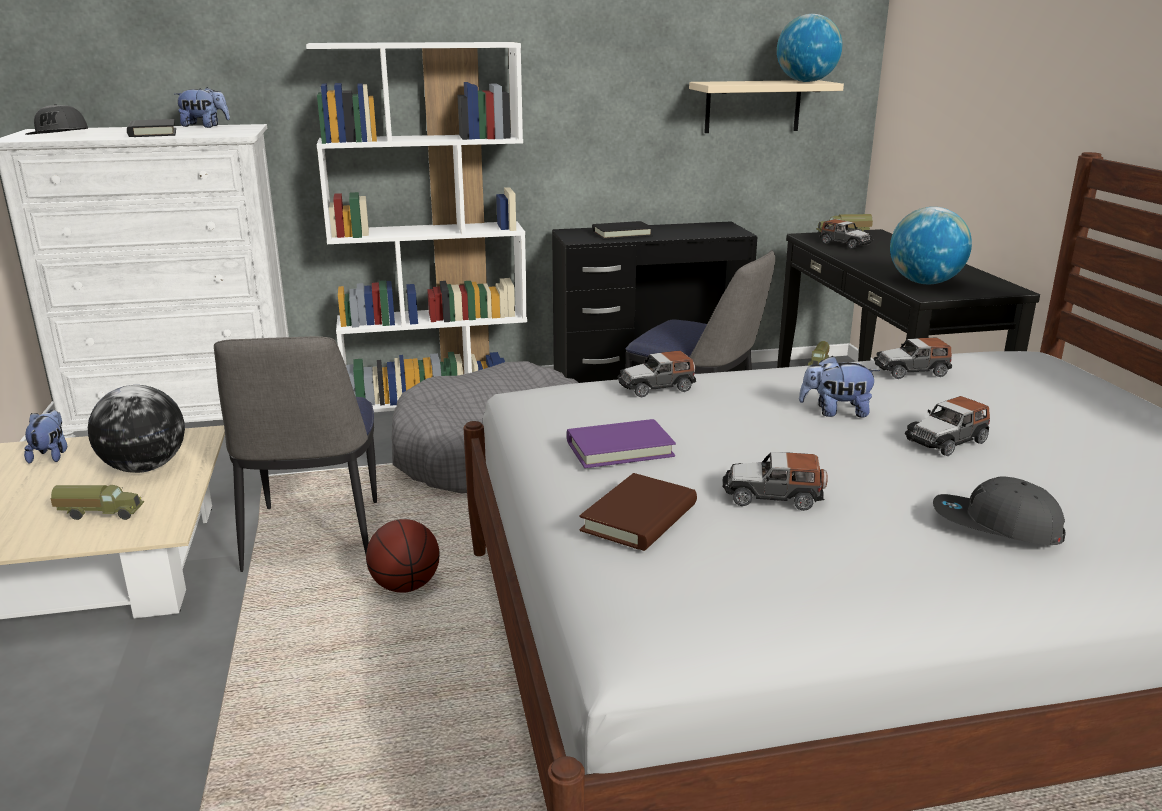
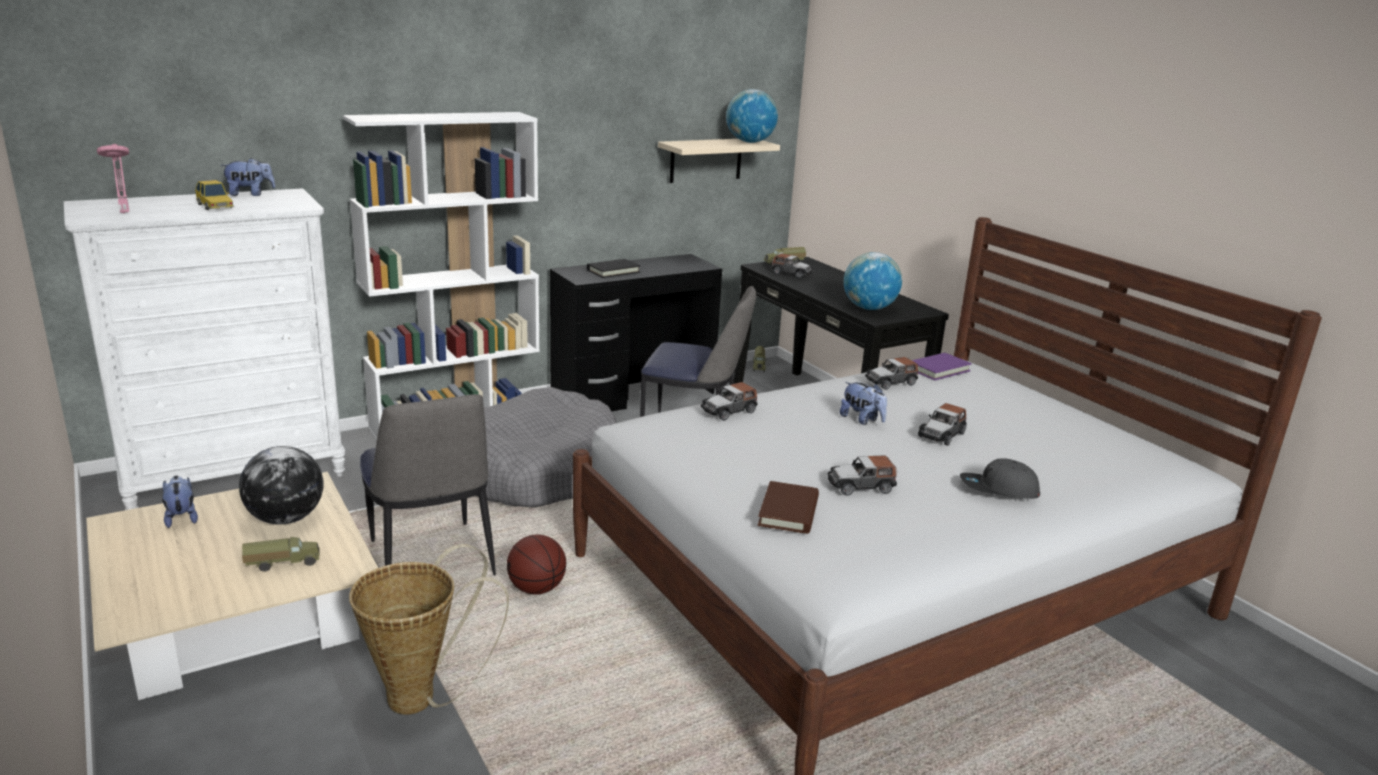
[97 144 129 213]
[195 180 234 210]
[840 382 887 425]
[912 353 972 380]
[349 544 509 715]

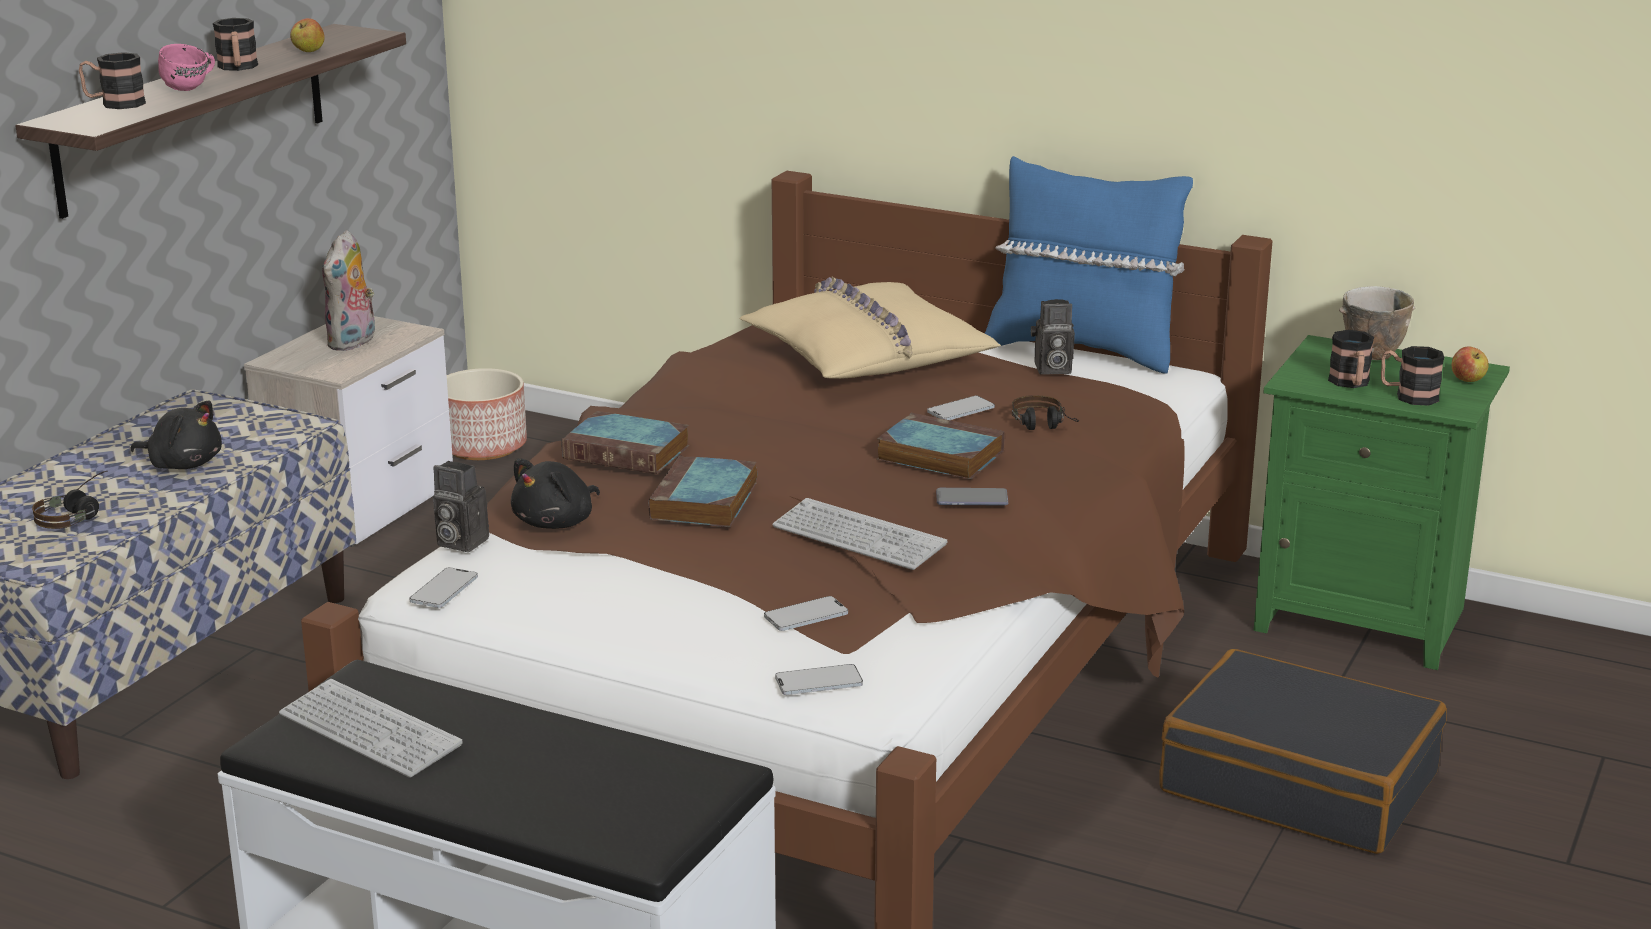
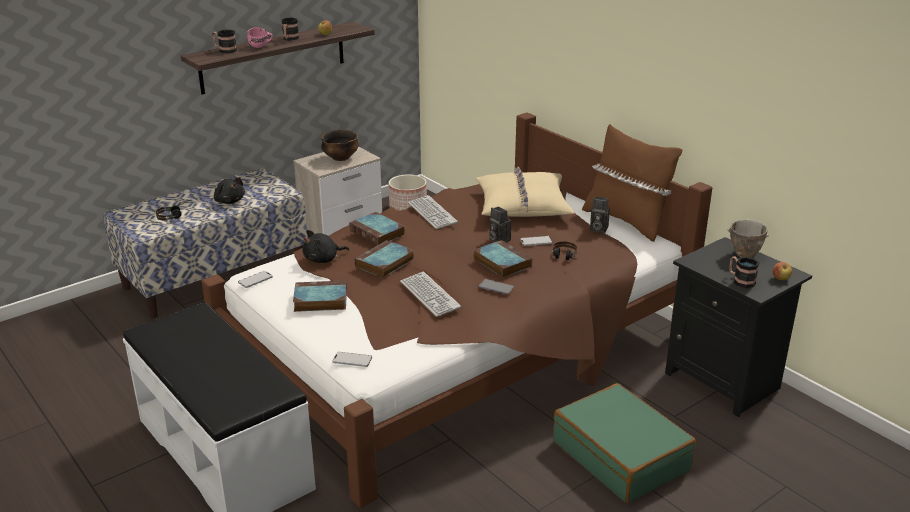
[582 124 682 242]
[321 130 359 161]
[1328 330 1374 388] (first image)
[665 237 812 417]
[489 207 511 242]
[764 596 848 631] (first image)
[553 383 696 503]
[408 195 458 229]
[293 280 347 312]

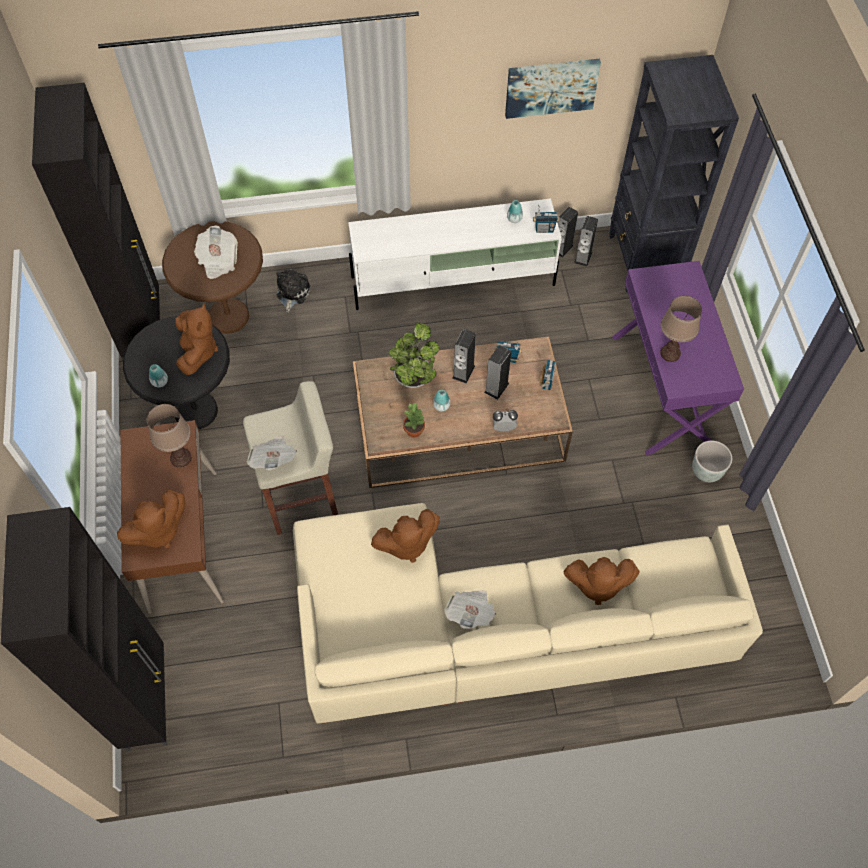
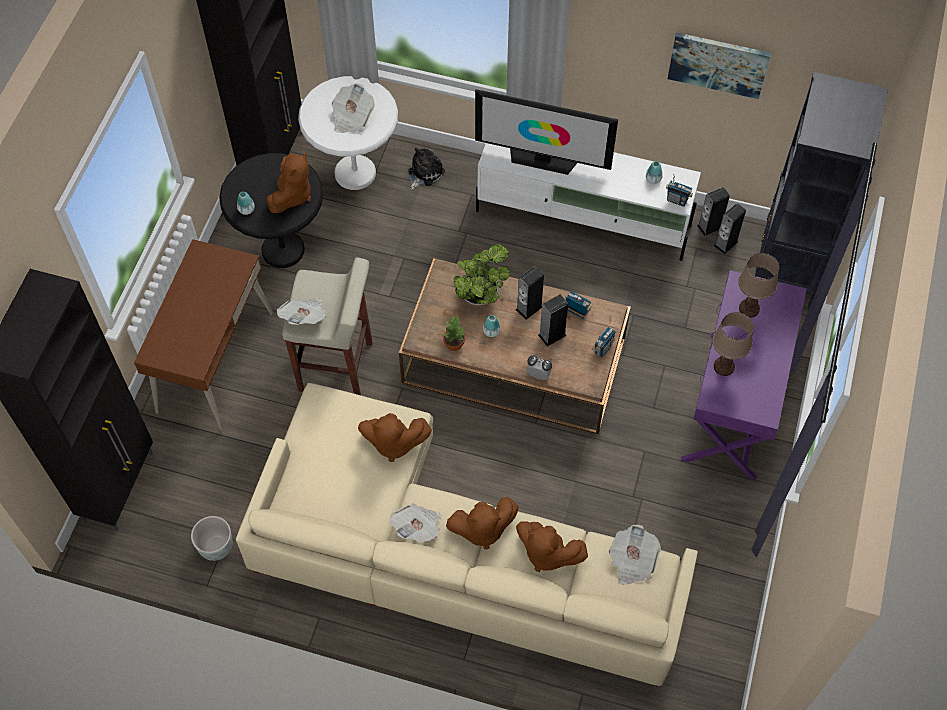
[298 76 398 190]
[738 253 779 318]
[191 516 233 561]
[446 497 519 549]
[475 89 618 175]
[609 525 661 585]

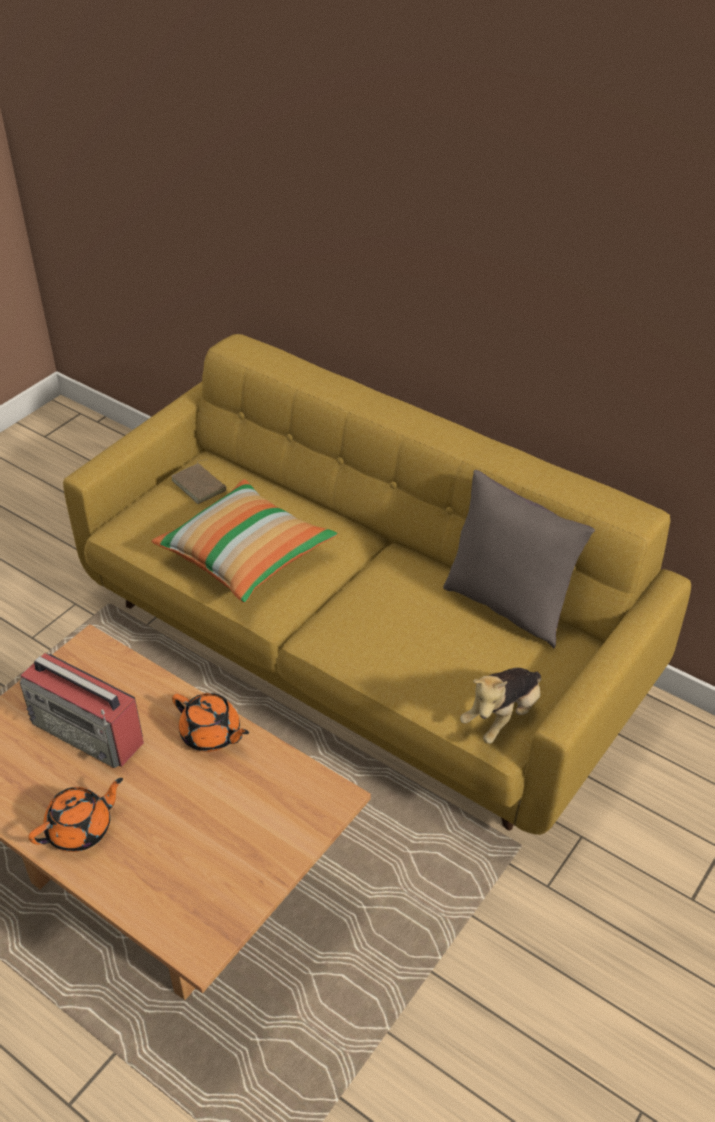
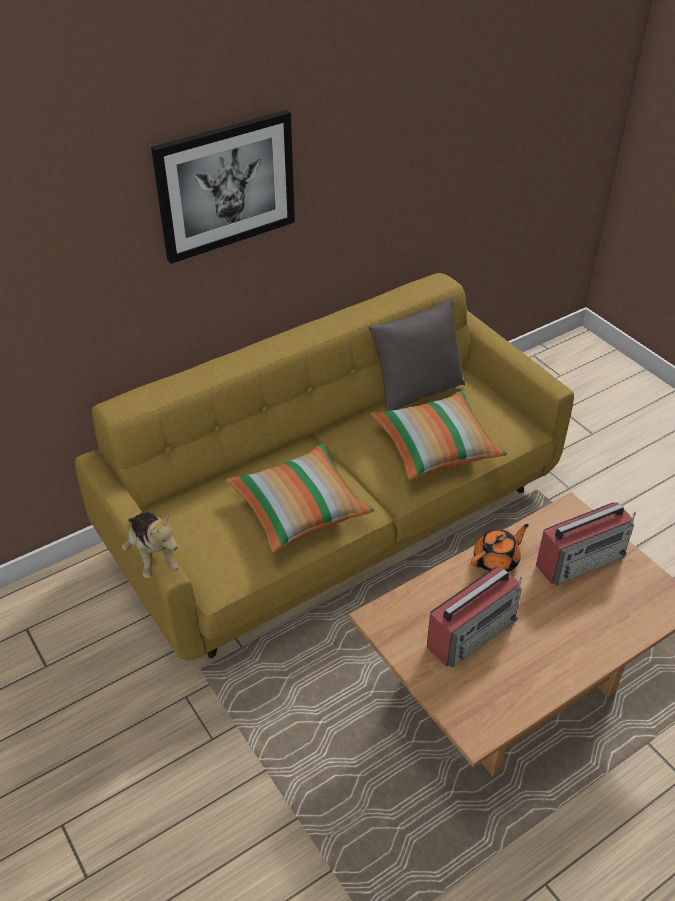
[171 459 227 504] (first image)
[122 512 179 578]
[29 778 123 852] (first image)
[151 110 295 264]
[370 390 507 480]
[536 502 636 585]

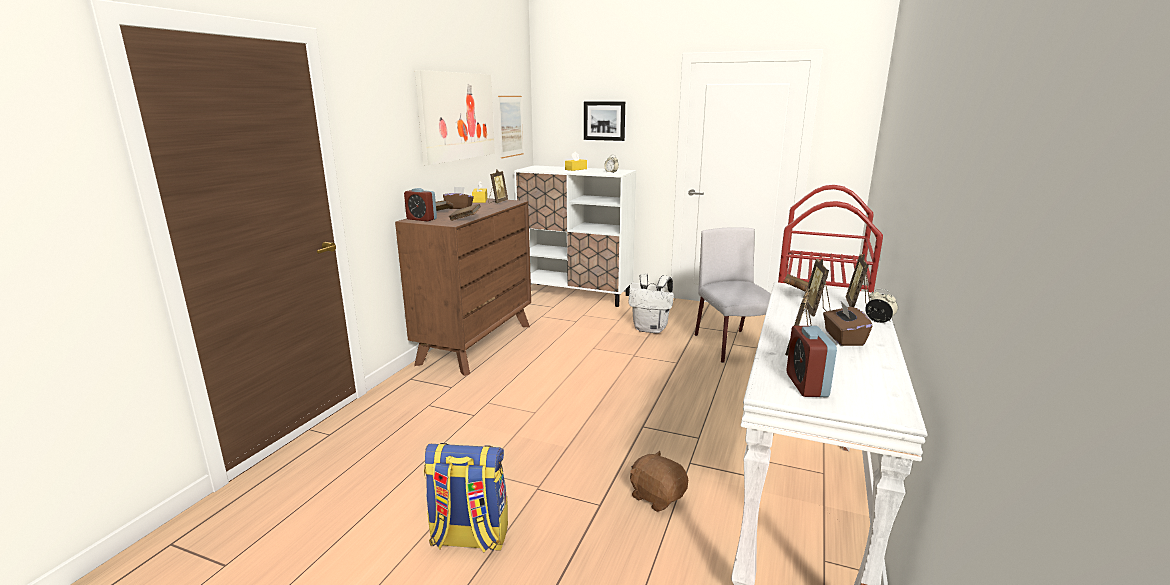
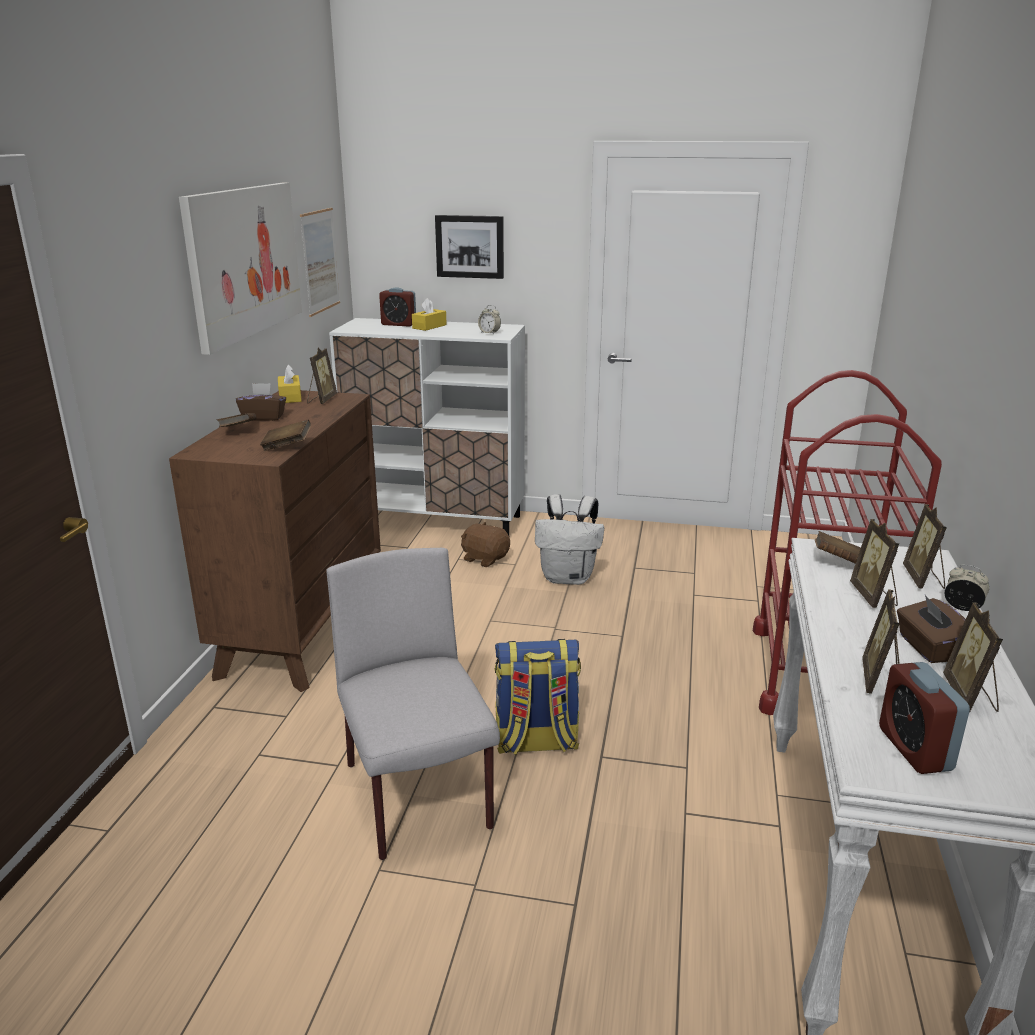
[379 287 416 327]
[326 548 500 860]
[495 639 581 755]
[461 522 510 567]
[943 602 1003 712]

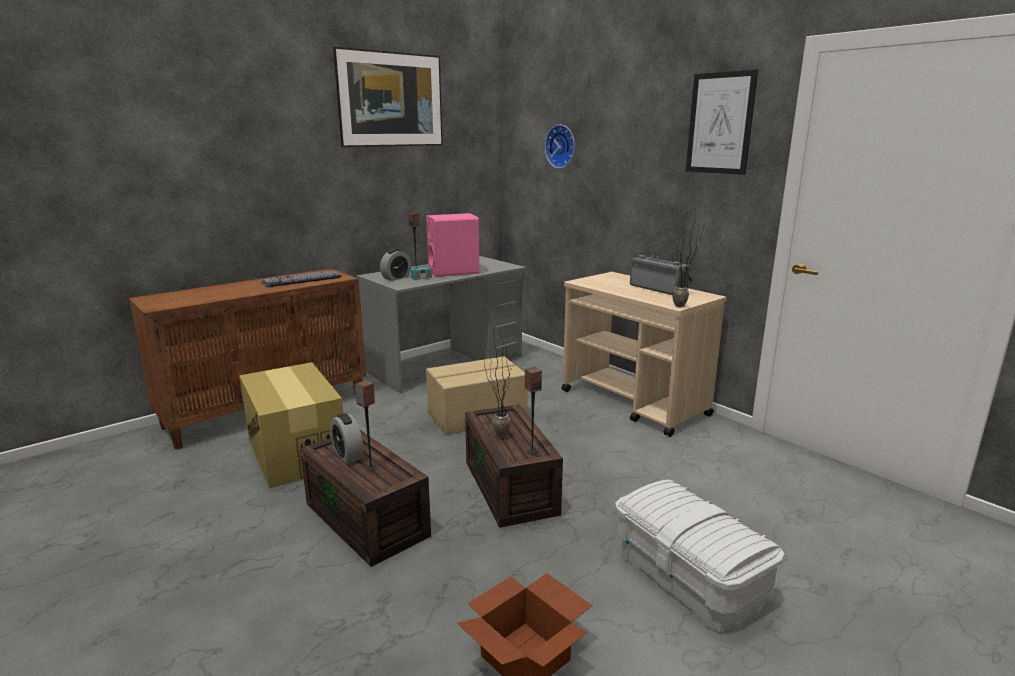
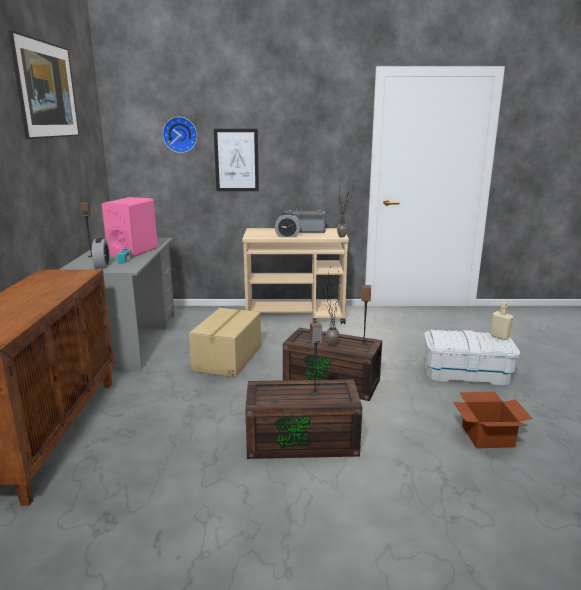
[214 129 259 191]
[261 270 342 287] (first image)
[239 362 343 488] (first image)
[275 213 301 237]
[490 302 513 340]

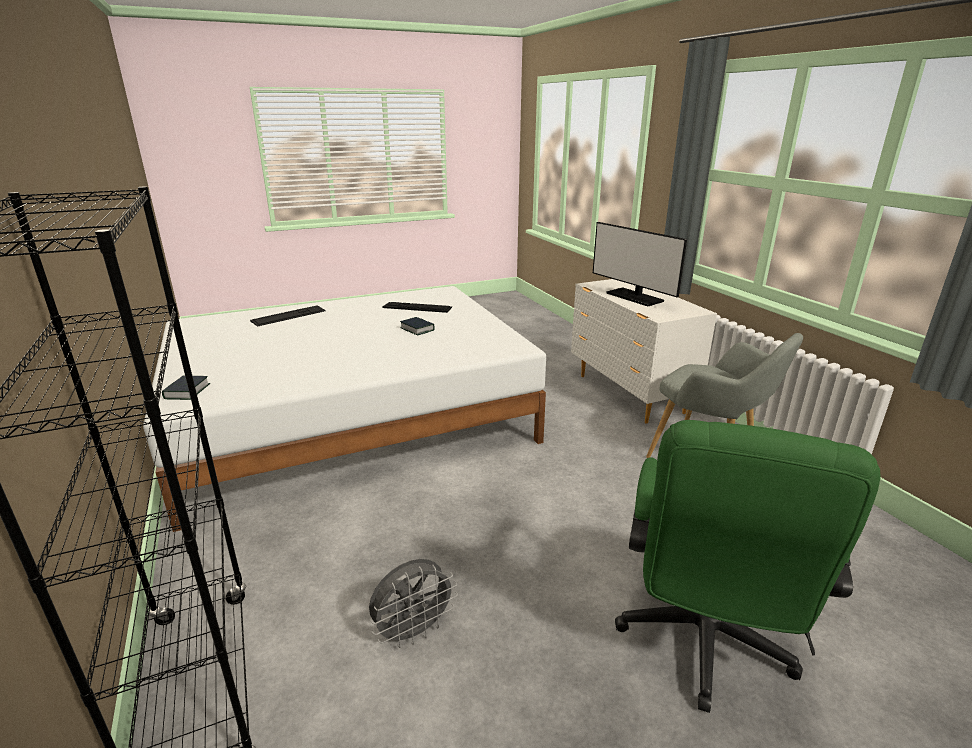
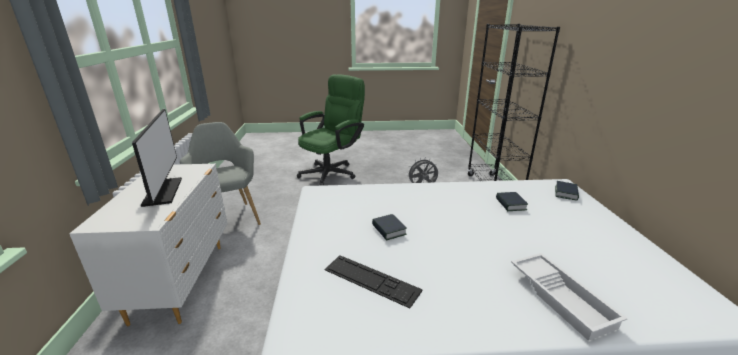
[511 253 628 341]
[496 192 528 211]

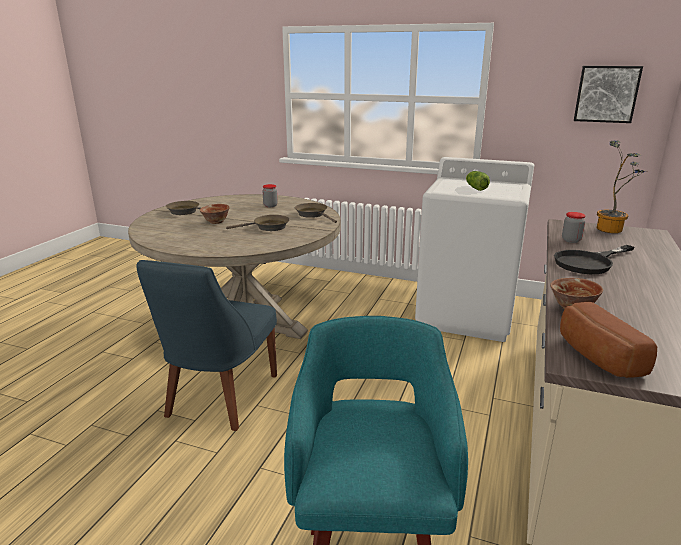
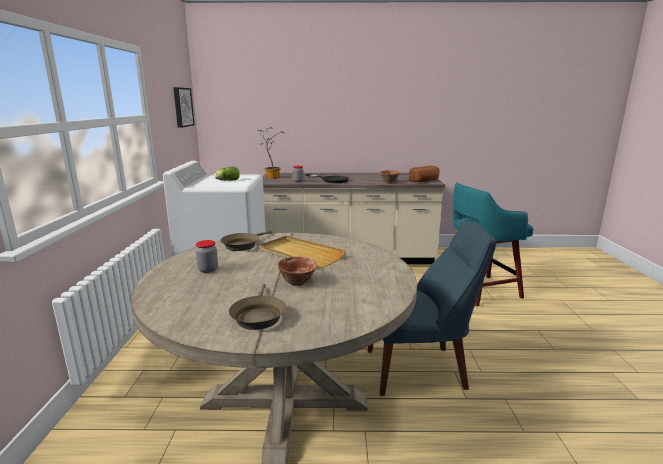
[259 236 345 268]

